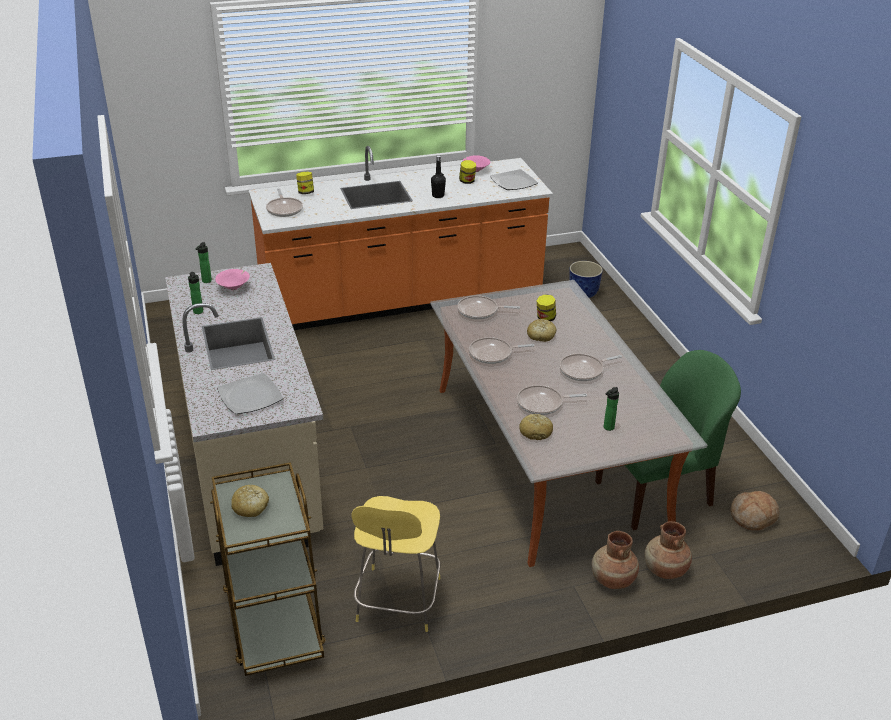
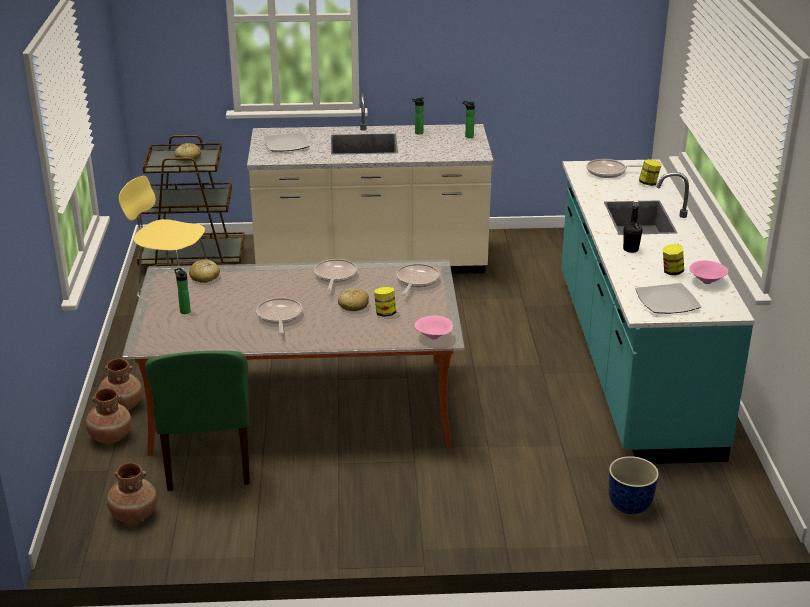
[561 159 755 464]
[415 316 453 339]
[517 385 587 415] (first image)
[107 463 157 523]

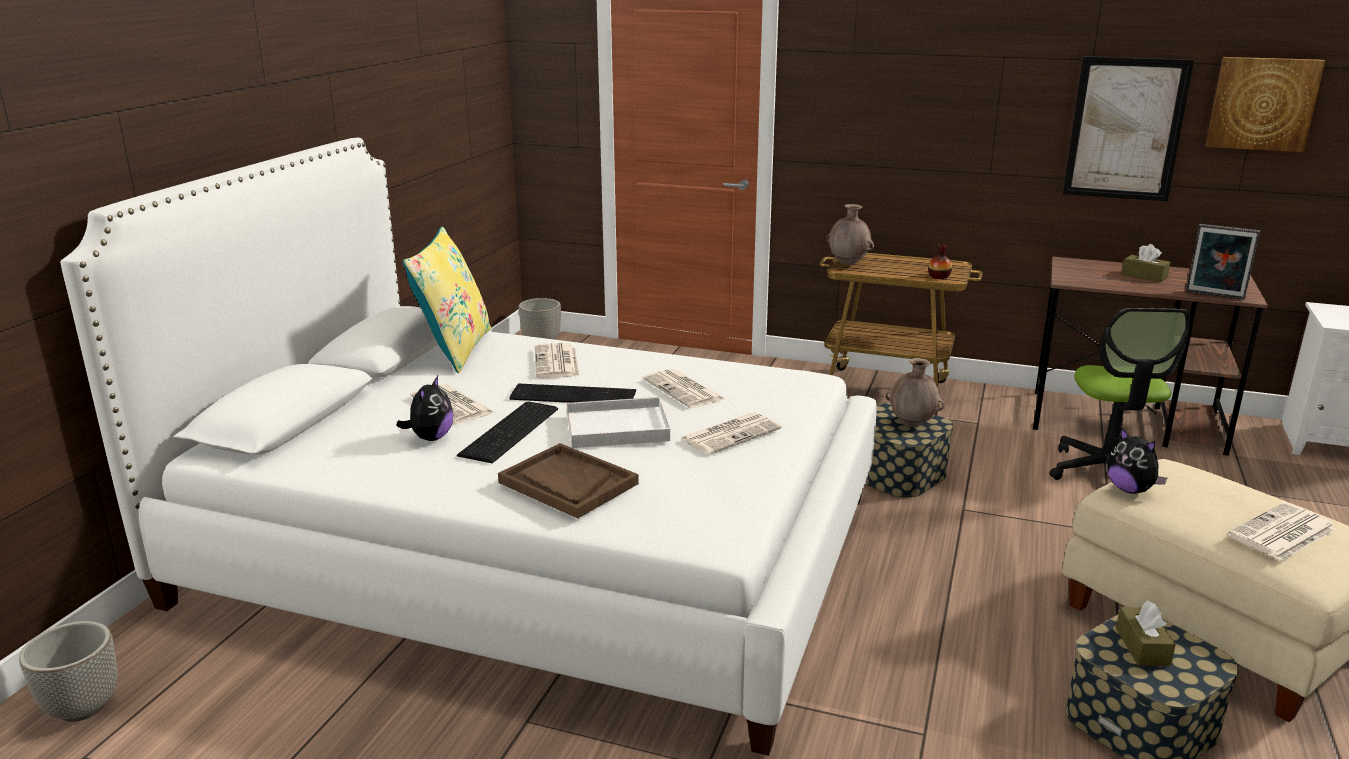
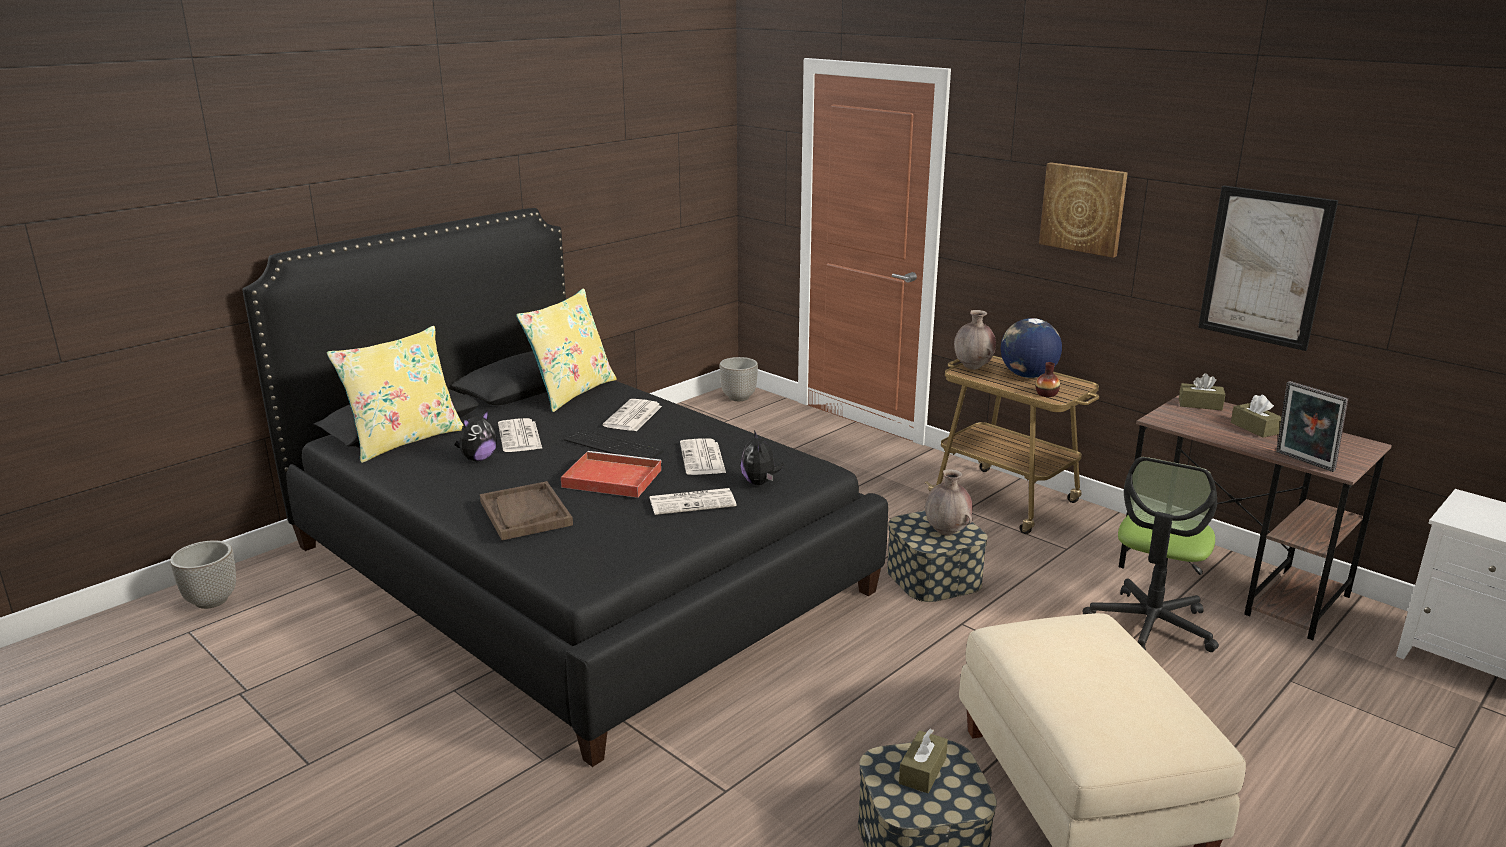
[1039 162 1128 258]
[242 208 888 767]
[561 451 662 498]
[457 402 558 463] (first image)
[741 430 783 485]
[1228 502 1336 561] (first image)
[1001 318 1062 378]
[327 326 464 463]
[1179 373 1225 410]

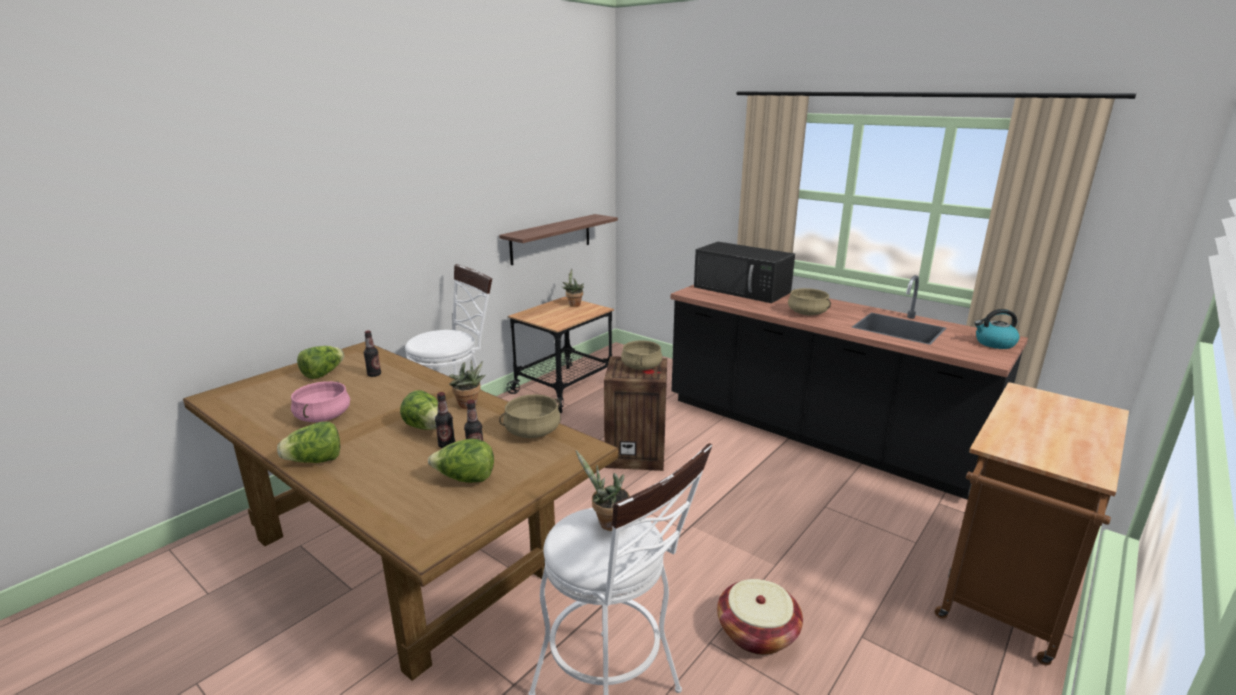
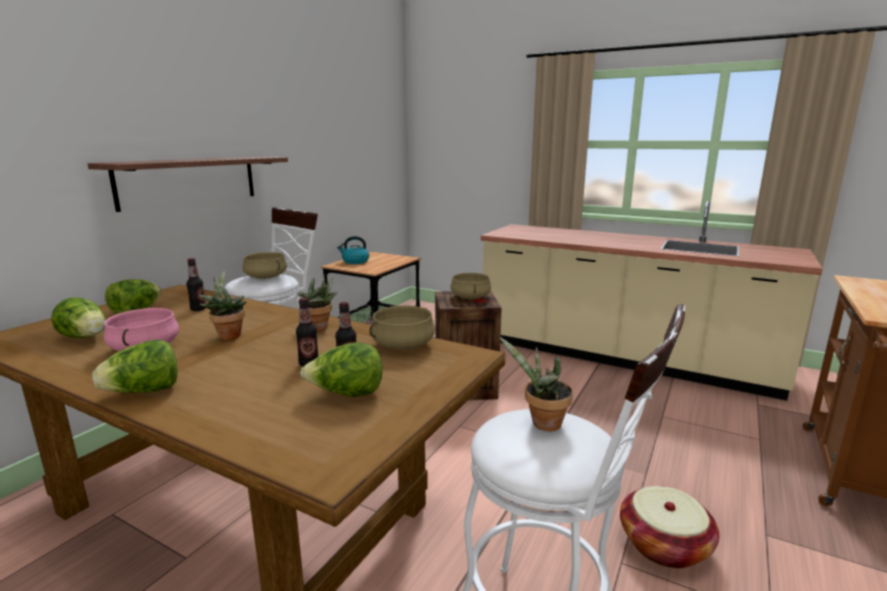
[87 157 288 212]
[694 242 795 303] (first image)
[198 270 246 340]
[481 201 823 401]
[242 252 287 279]
[337 236 369 264]
[51 297 106 338]

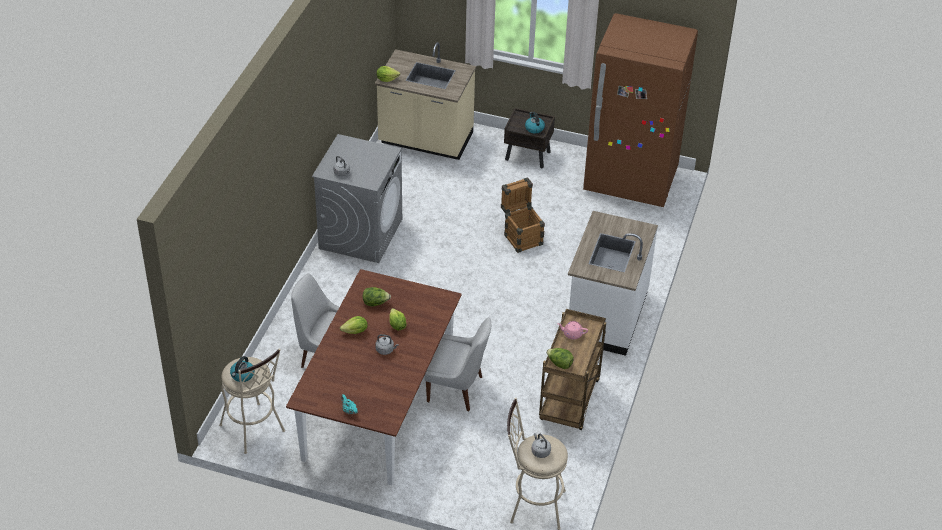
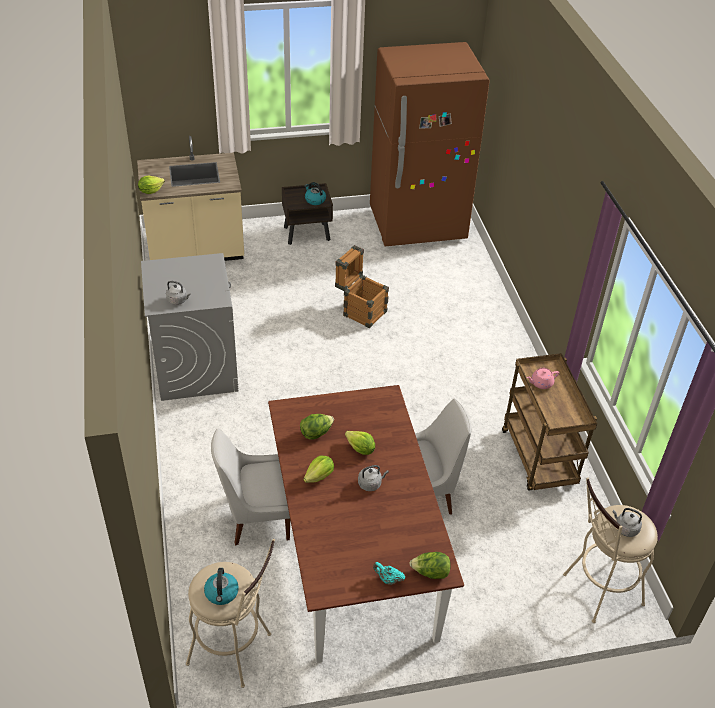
[568 211 658 356] (first image)
[409 552 451 579]

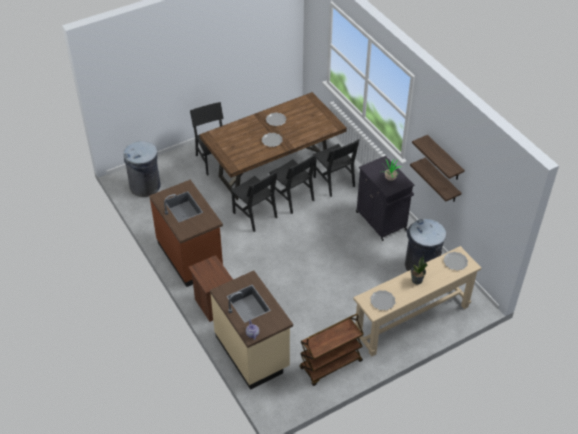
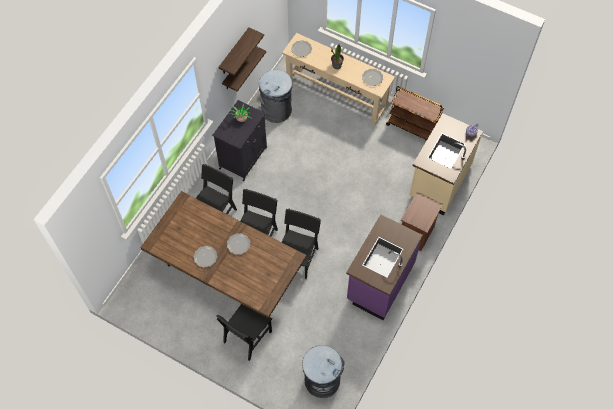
[346 214 423 320]

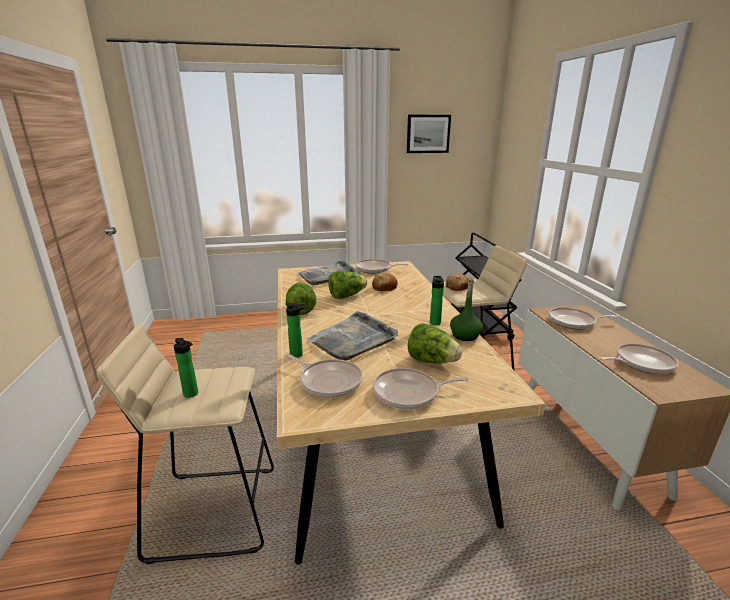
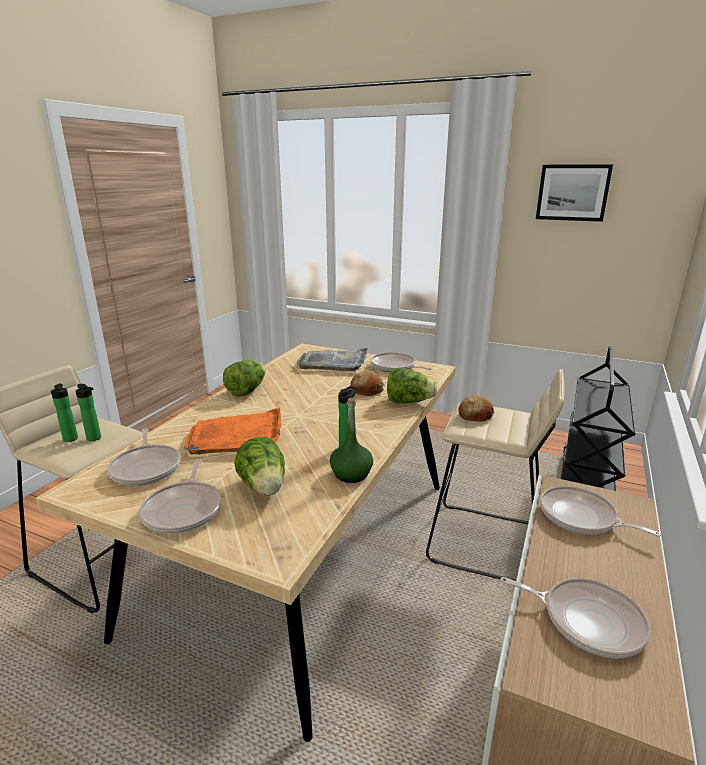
[387 368 437 404]
[76 384 101 441]
[184 407 281 455]
[139 459 222 534]

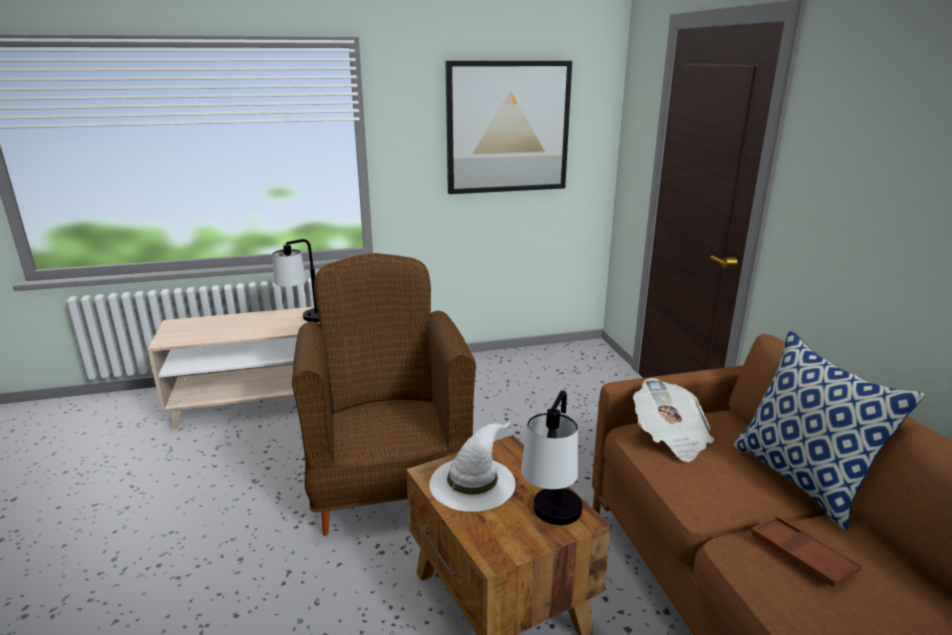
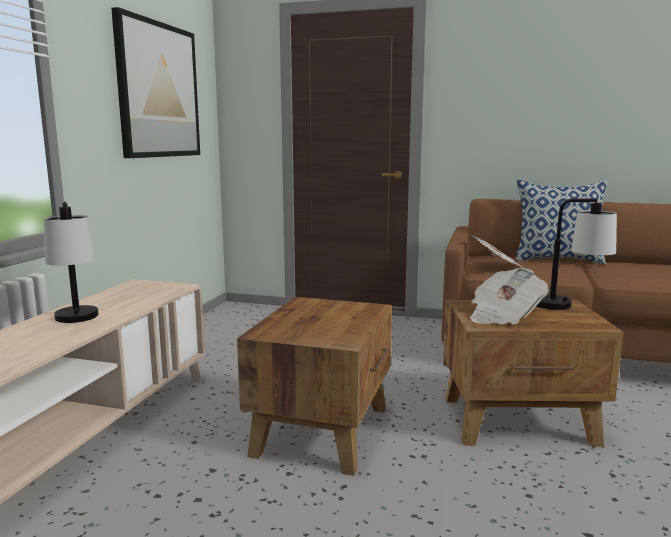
[237 297 392 476]
[470 268 549 325]
[750 515 861 587] (first image)

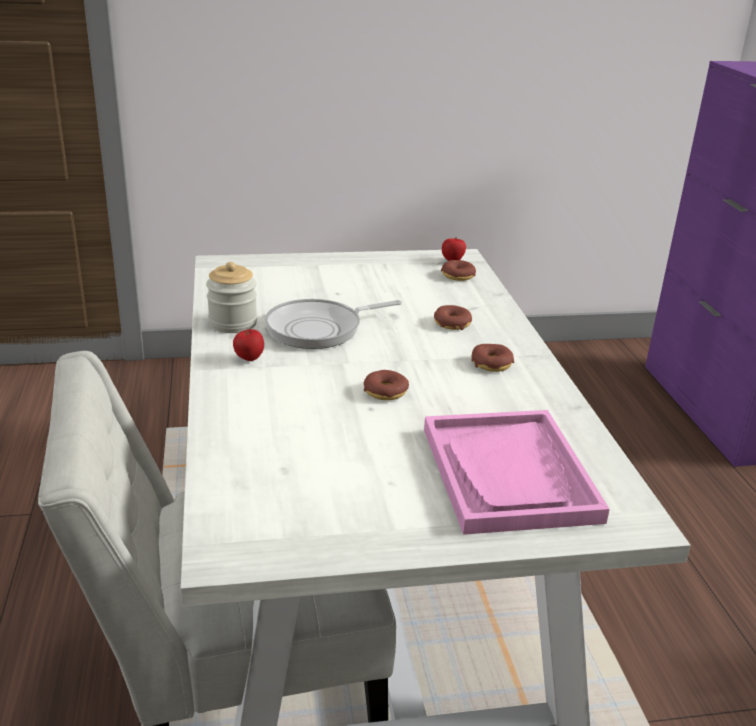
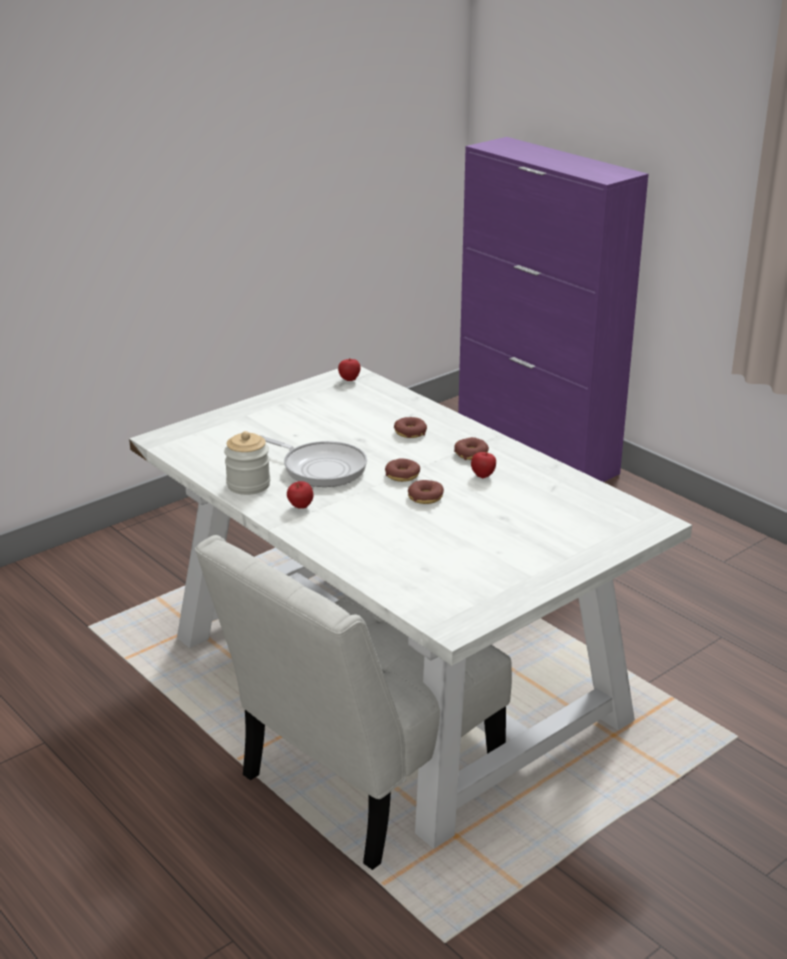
[385 459 420 482]
[259 435 367 487]
[424 410 610 535] (first image)
[471 452 496 478]

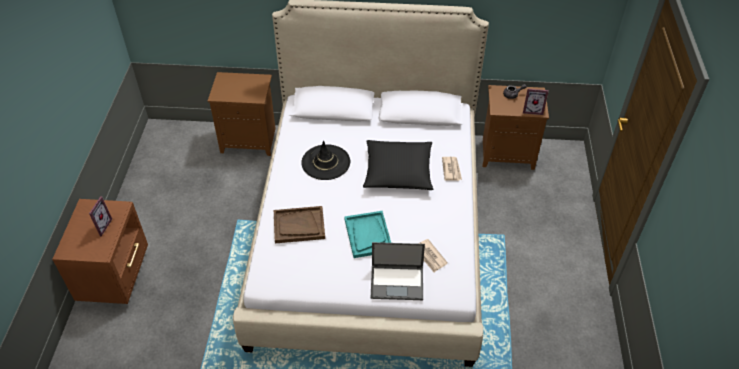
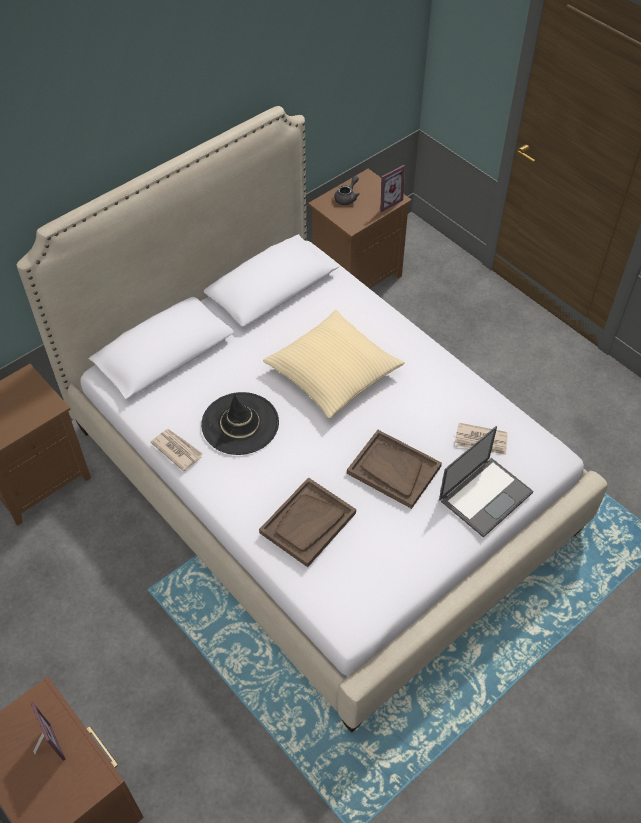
[263 310 405 418]
[150 429 203 471]
[347 430 442 509]

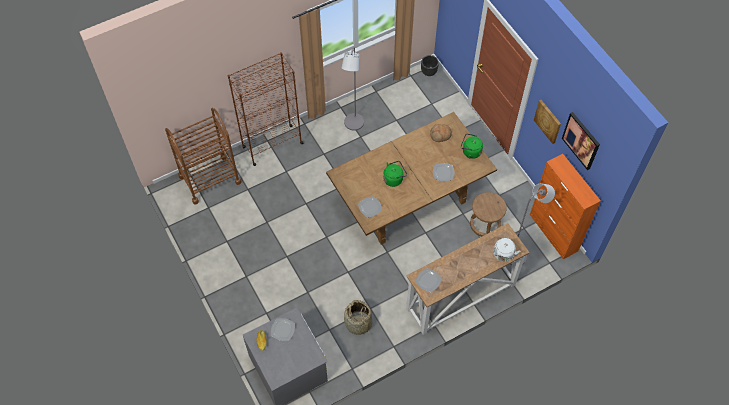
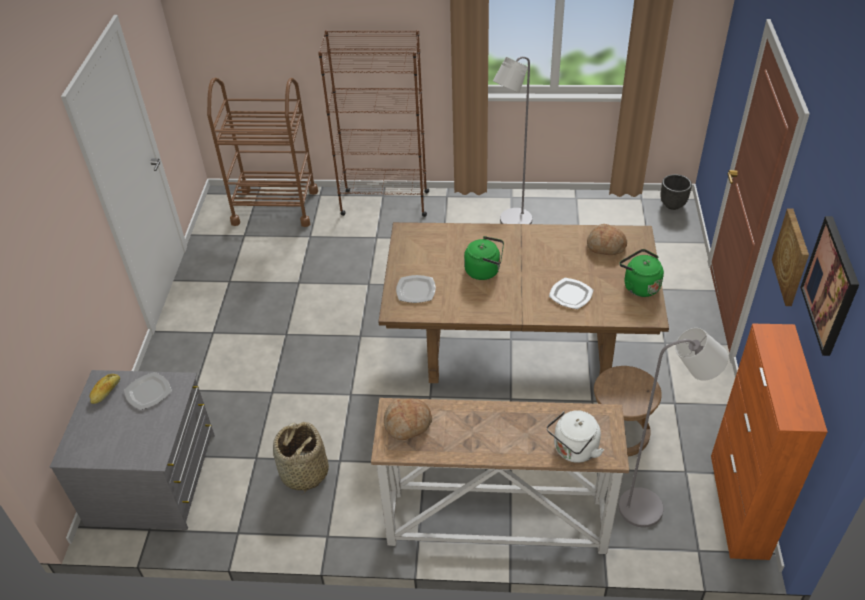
[384 398 432 440]

